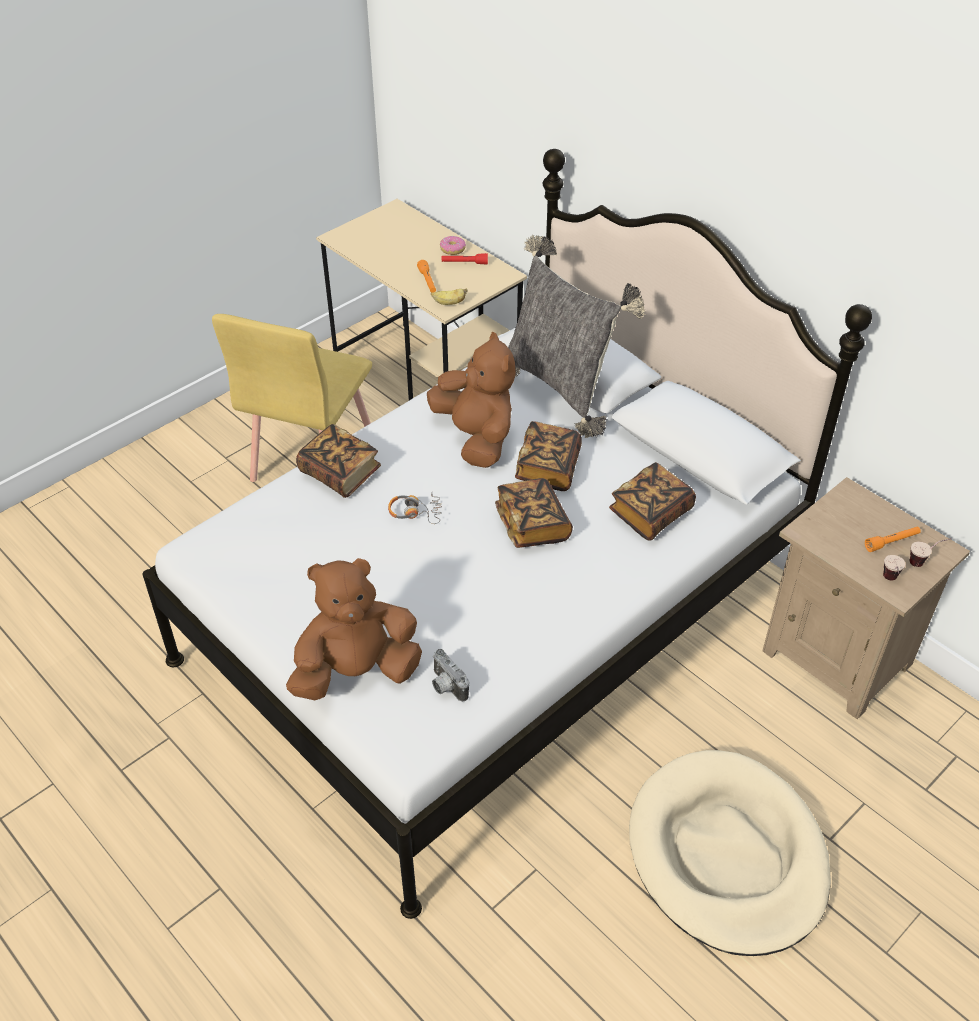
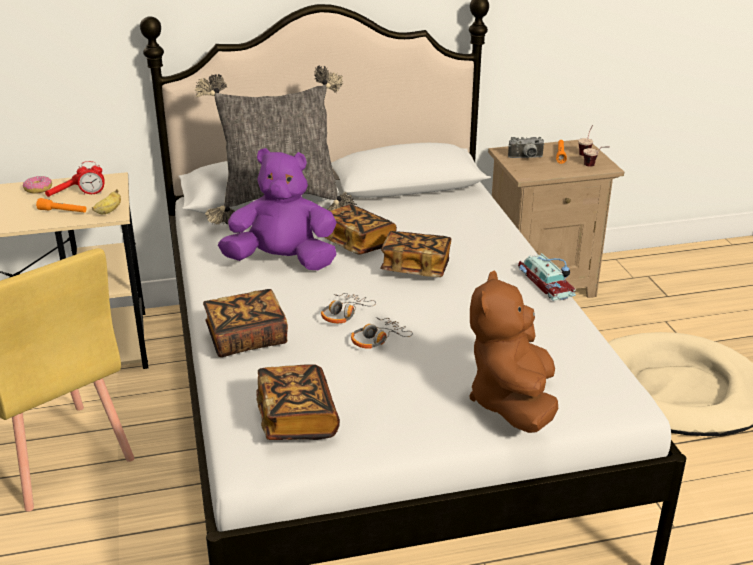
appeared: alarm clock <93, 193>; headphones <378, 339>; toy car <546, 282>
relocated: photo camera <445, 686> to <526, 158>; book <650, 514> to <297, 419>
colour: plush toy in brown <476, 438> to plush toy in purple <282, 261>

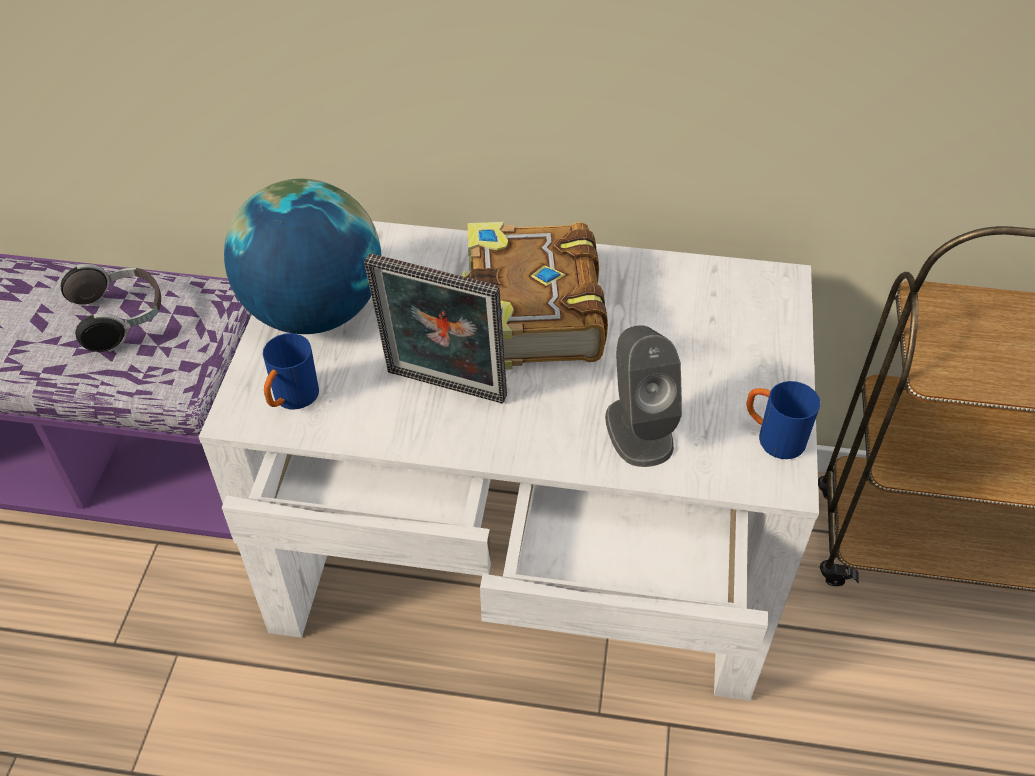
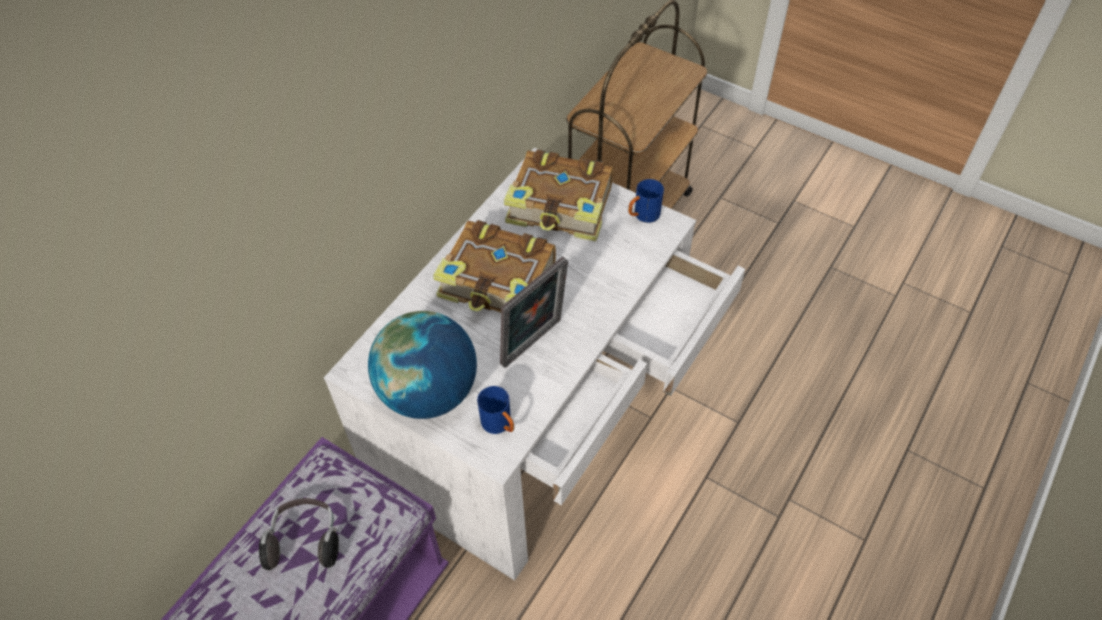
missing: speaker in grey <638, 430>
appeared: book <561, 207>

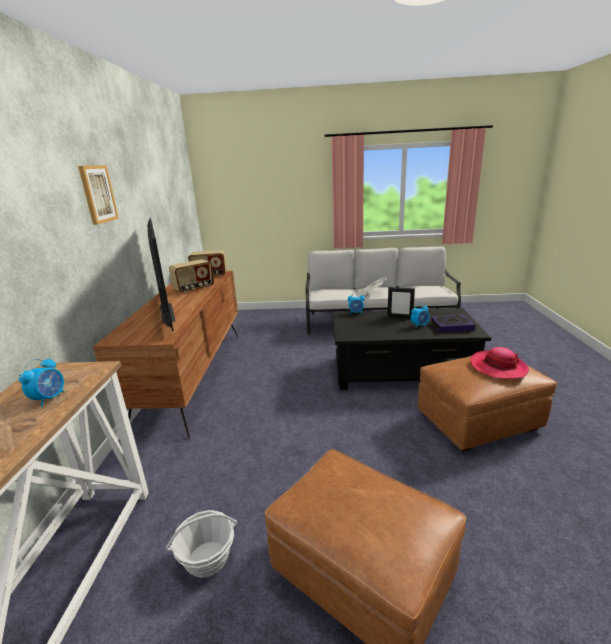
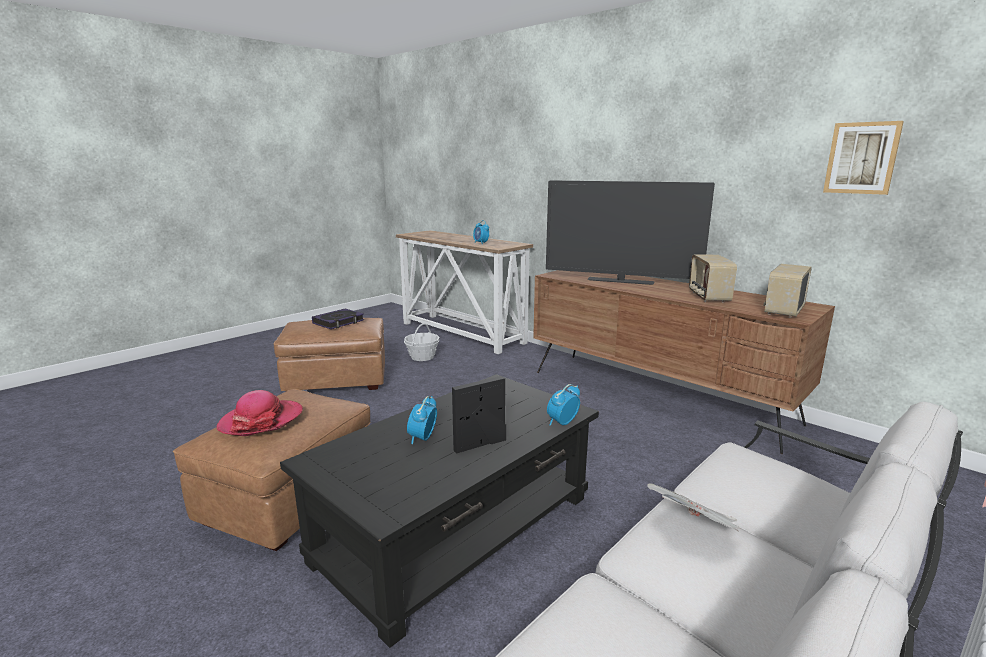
relocated: picture <98, 194> to <861, 158>; book <451, 326> to <338, 322>

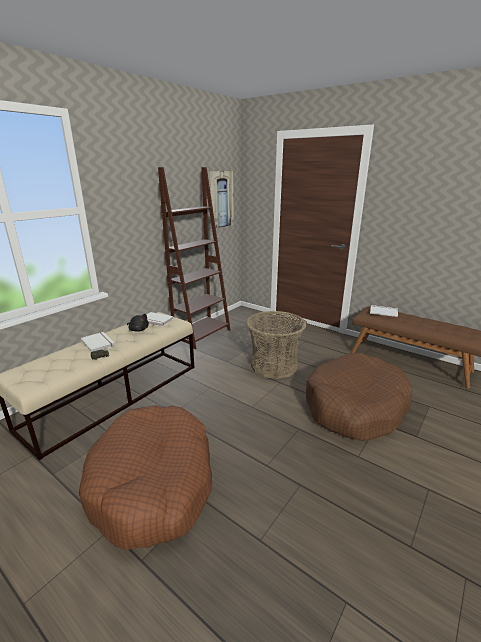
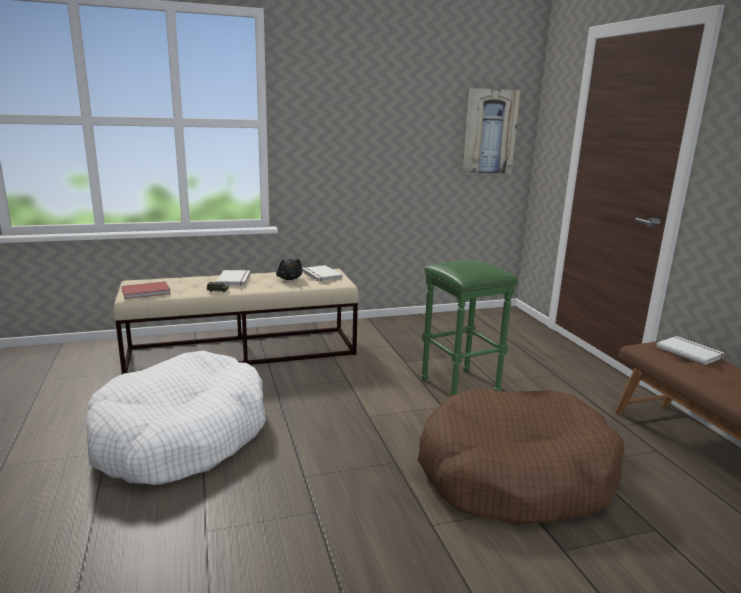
missing: bookcase in brown <202, 335>
appeared: book in red <146, 292>
exchanged: basket <274, 365> to stool in green <462, 386>
colour: dog bed in brown <153, 483> to dog bed in white <181, 436>

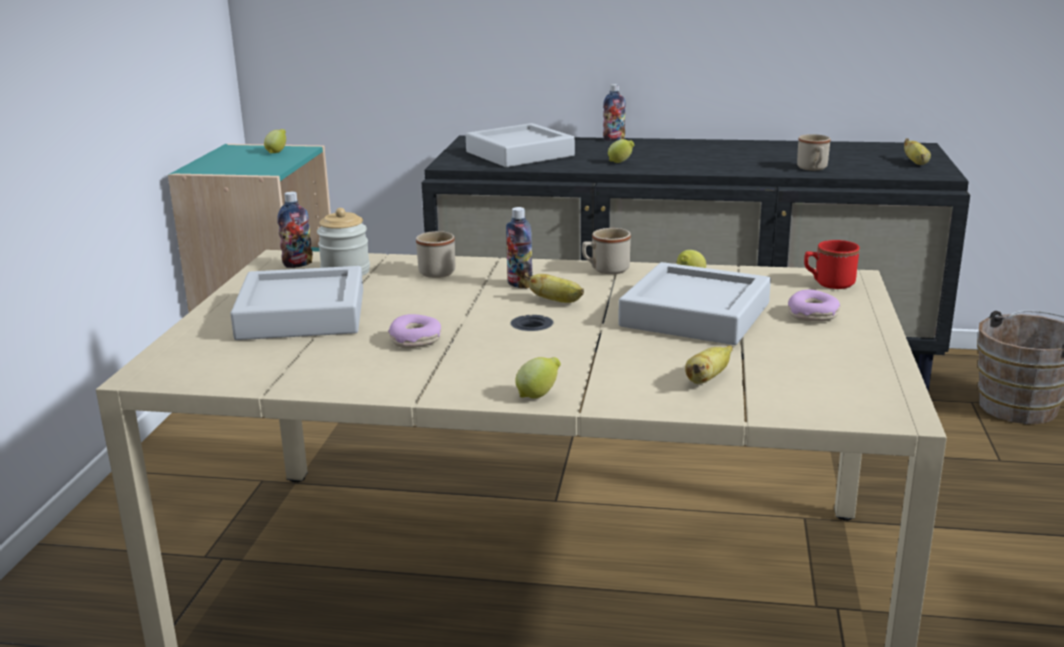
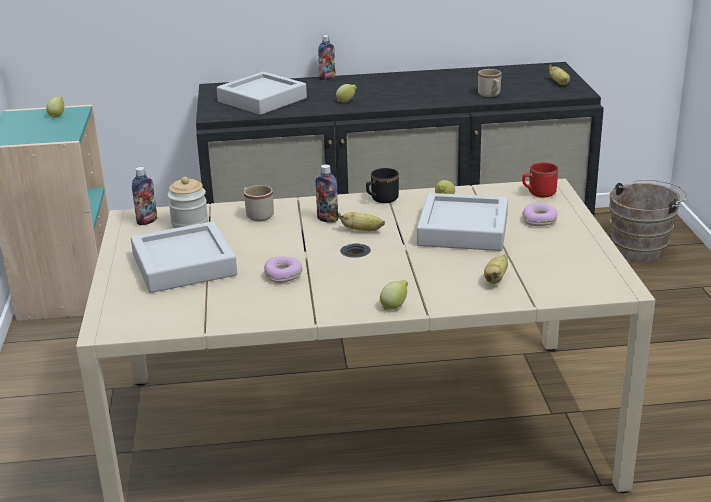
colour: mug in beige <605, 270> to mug in black <381, 199>

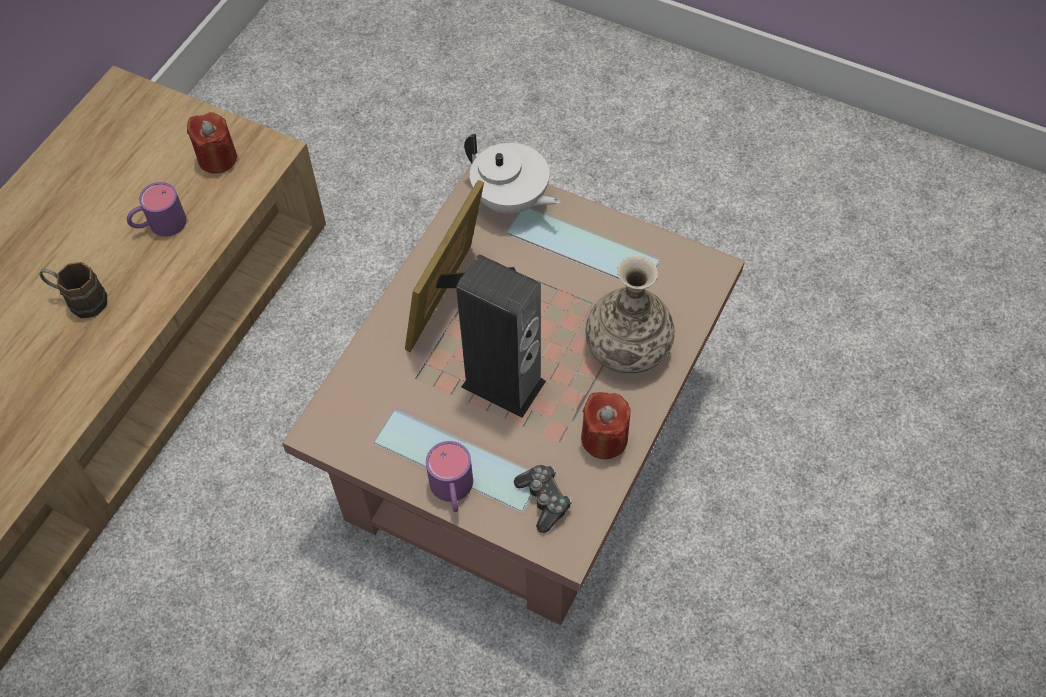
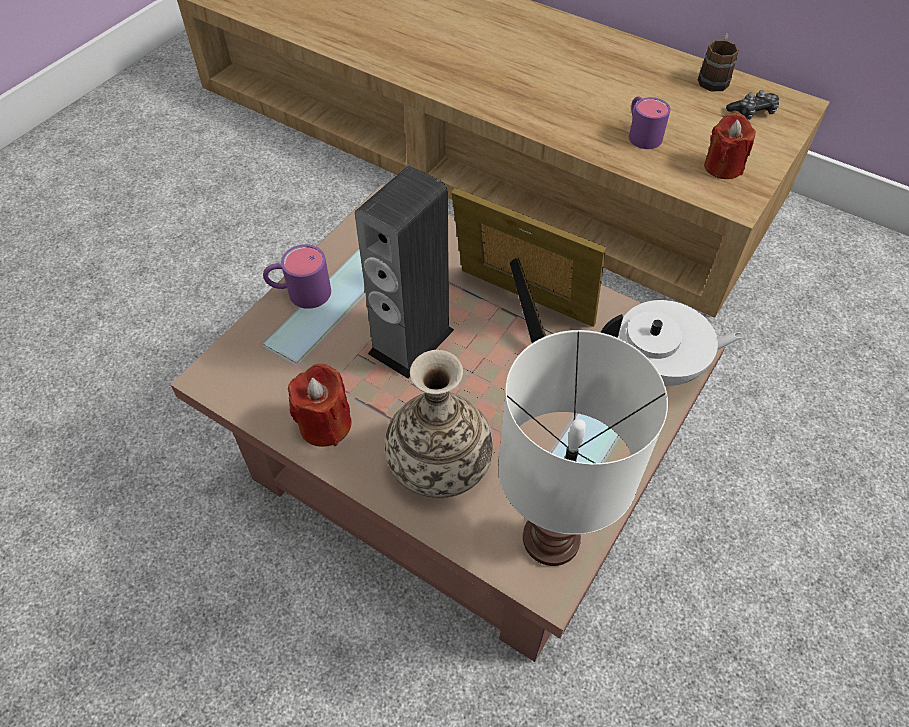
appeared: table lamp in white <548, 538>
relocated: mug in brown <79, 300> to <714, 78>; game controller <544, 500> to <752, 112>
spun: teapot in white <510, 200> = <659, 368> 135 degrees counterclockwise

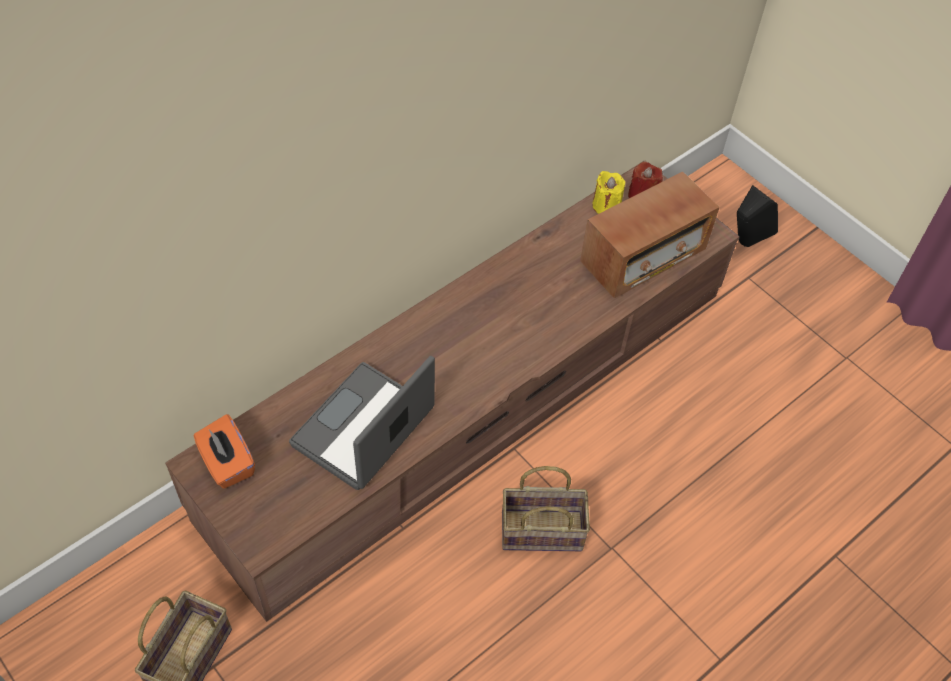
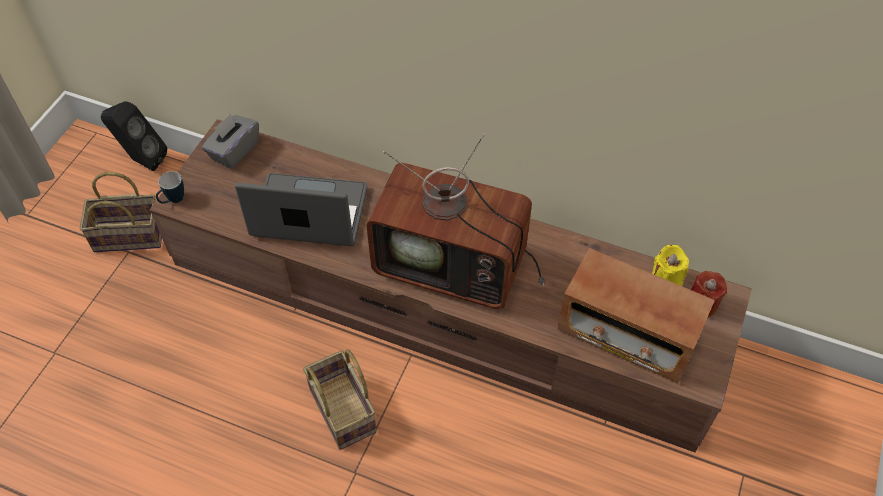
appeared: mug <173, 200>; television <455, 264>
relocated: speaker in black <745, 244> to <142, 160>
colour: tissue box in orange <227, 463> to tissue box in grey <234, 151>

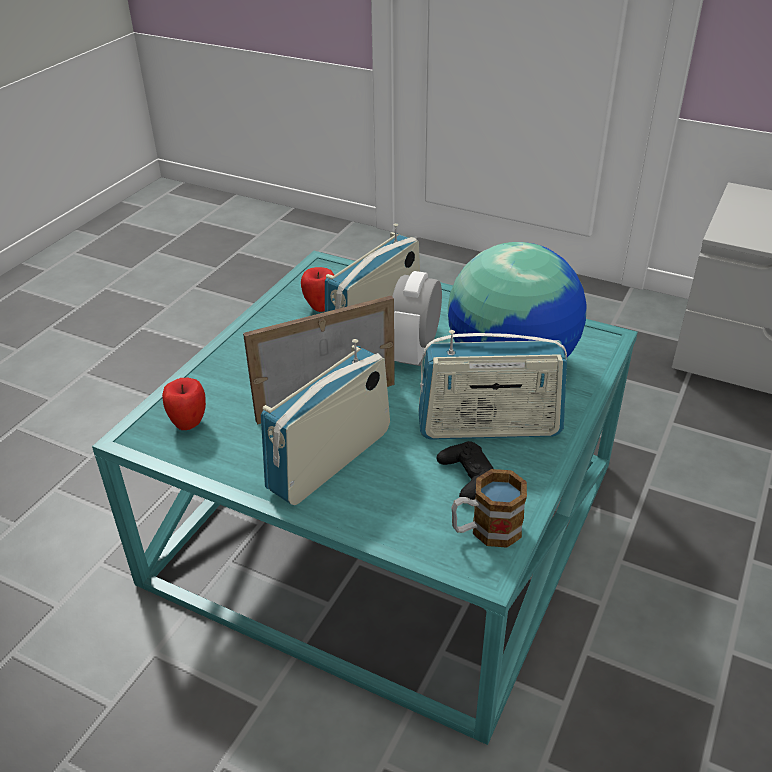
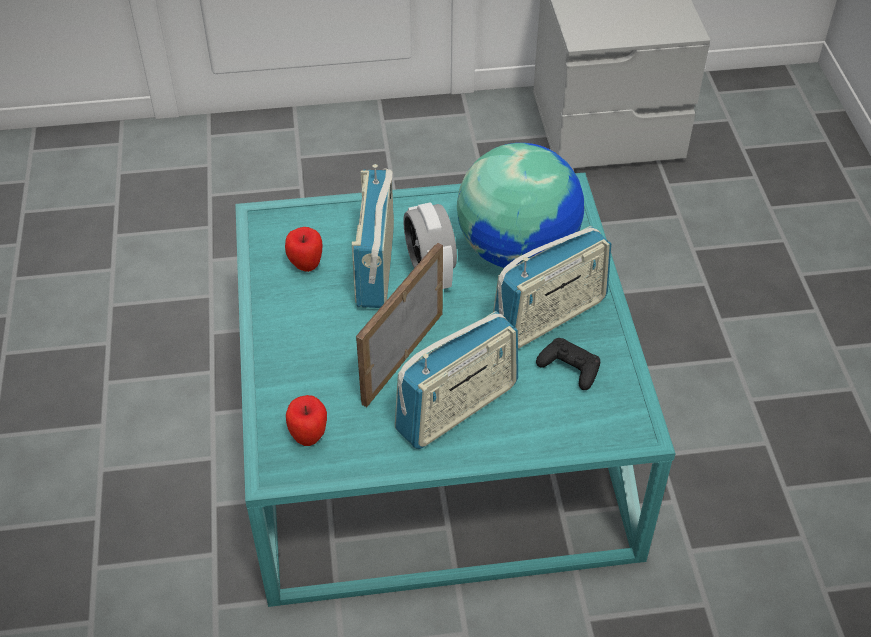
missing: mug <486, 530>
spun: radio <330, 460> = <457, 408> 135 degrees counterclockwise

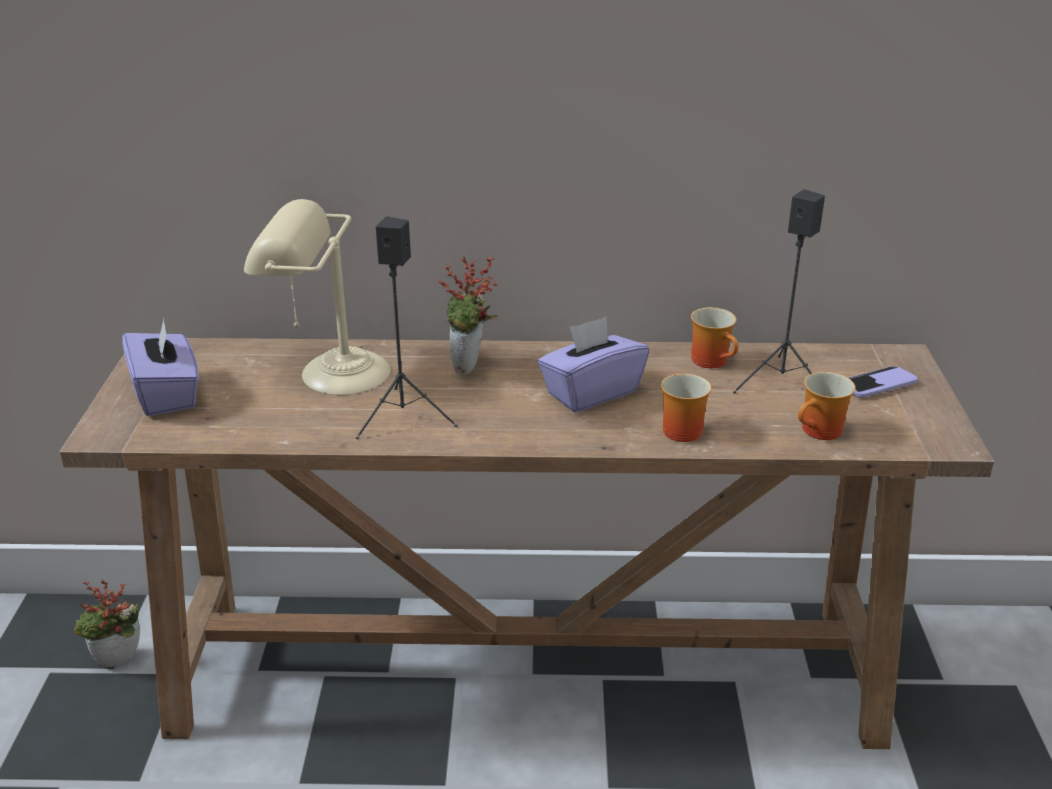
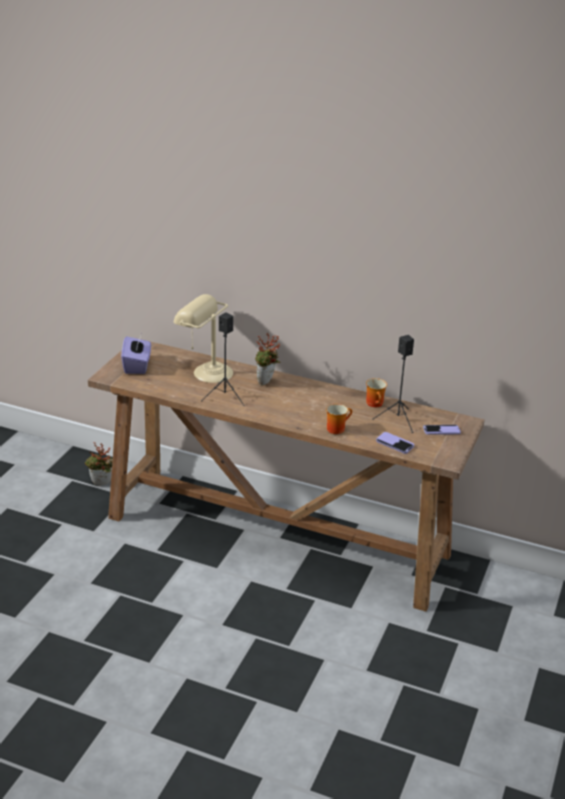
missing: tissue box in purple <591, 392>
exchanged: mug <821, 432> to phone <395, 444>

